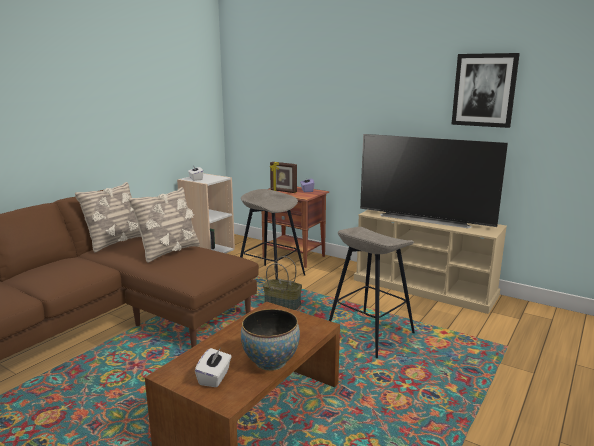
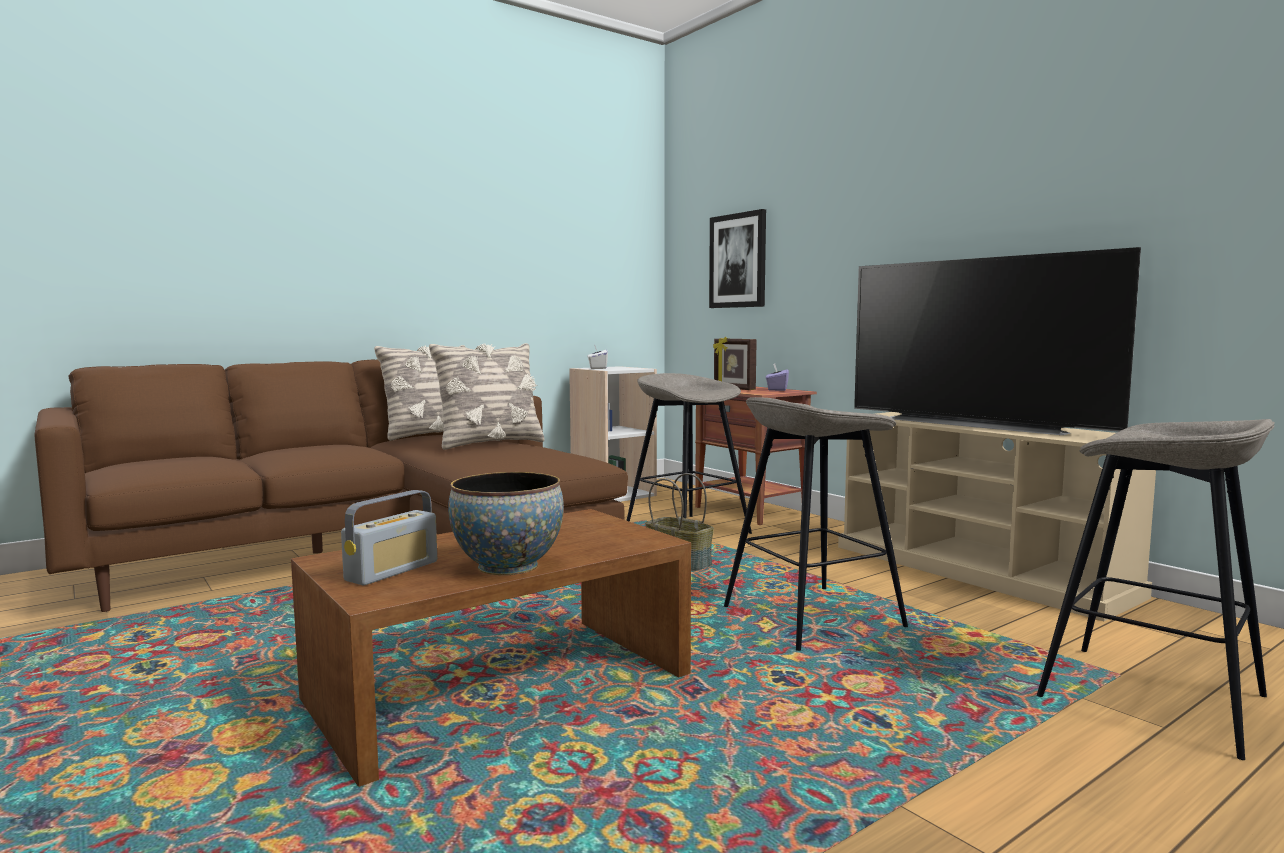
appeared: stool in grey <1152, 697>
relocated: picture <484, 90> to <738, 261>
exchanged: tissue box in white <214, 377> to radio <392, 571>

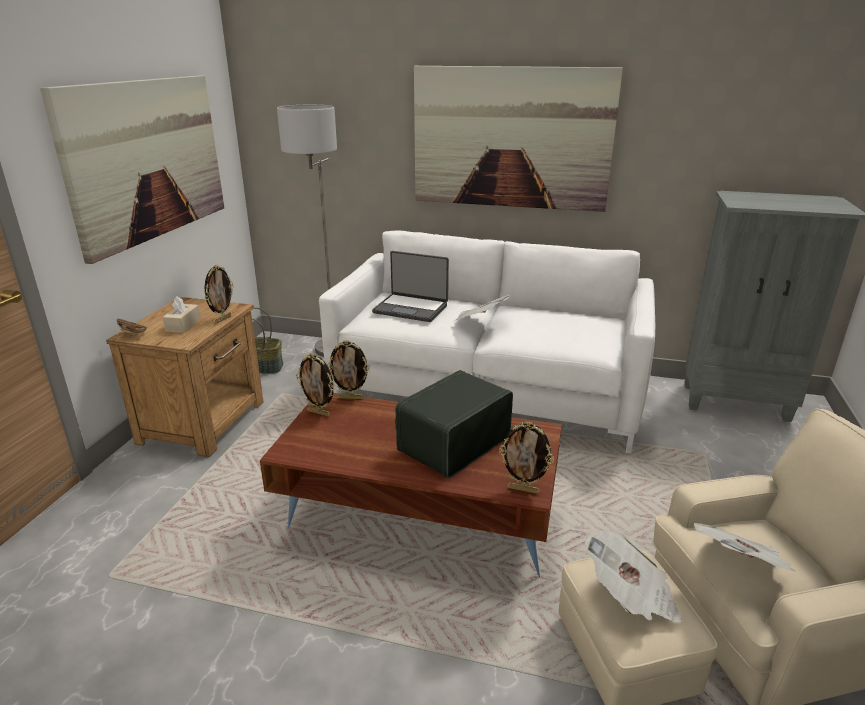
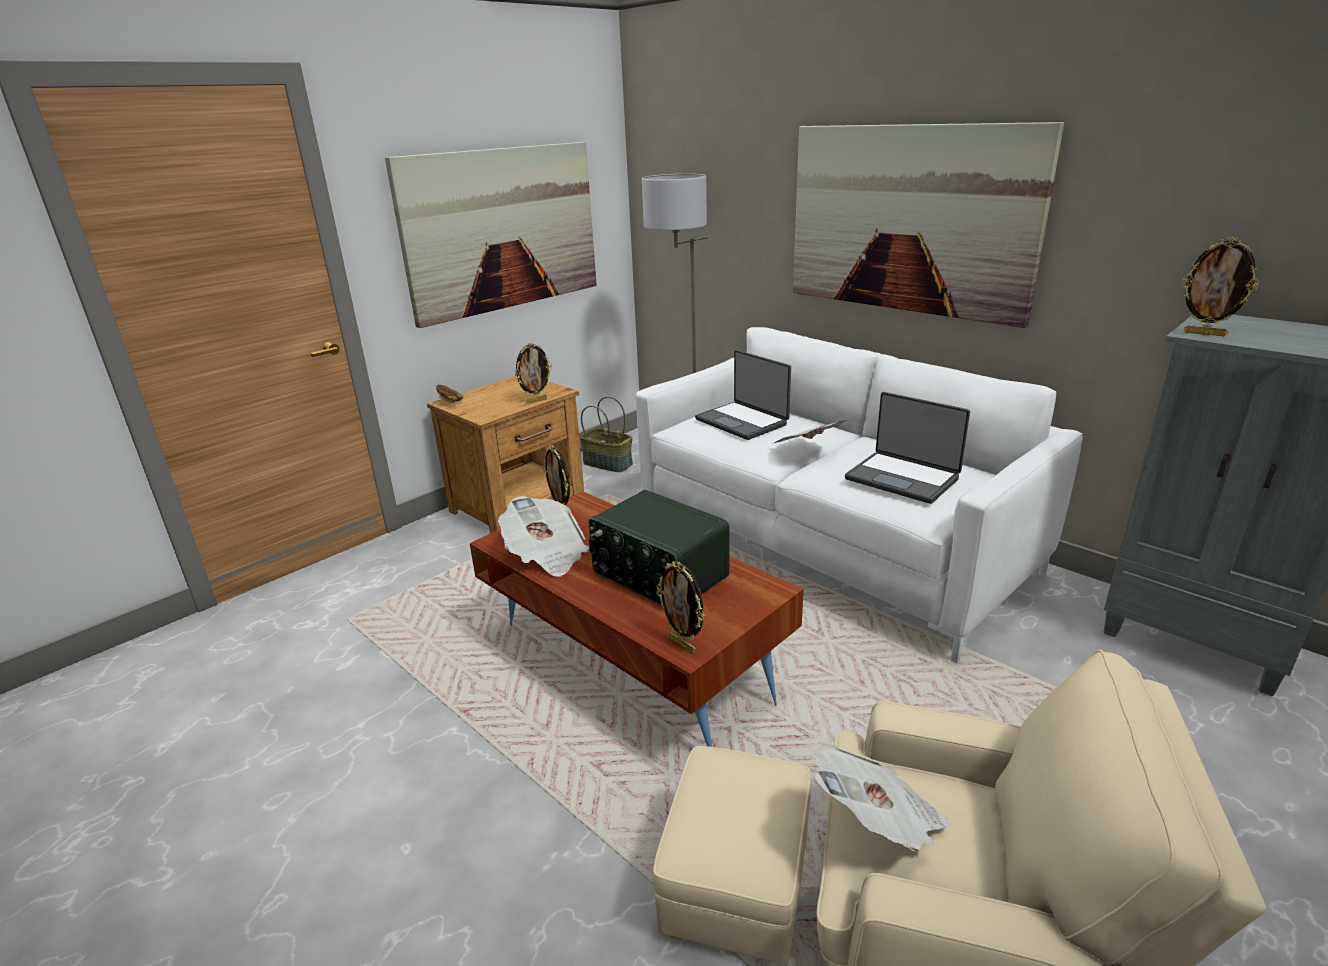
missing: tissue box in beige <183, 325>
appeared: laptop <903, 478>
relocated: picture frame <350, 398> to <1205, 333>; newspaper <630, 596> to <546, 555>
spun: radio <453, 443> = <658, 576> 120 degrees counterclockwise

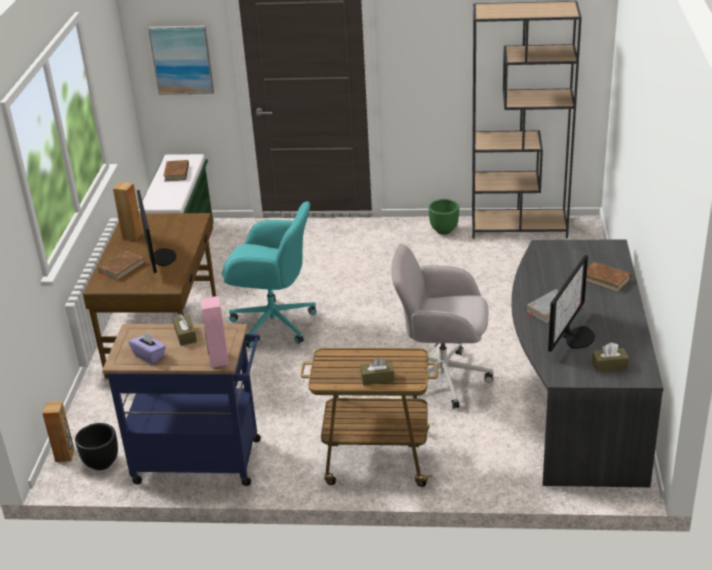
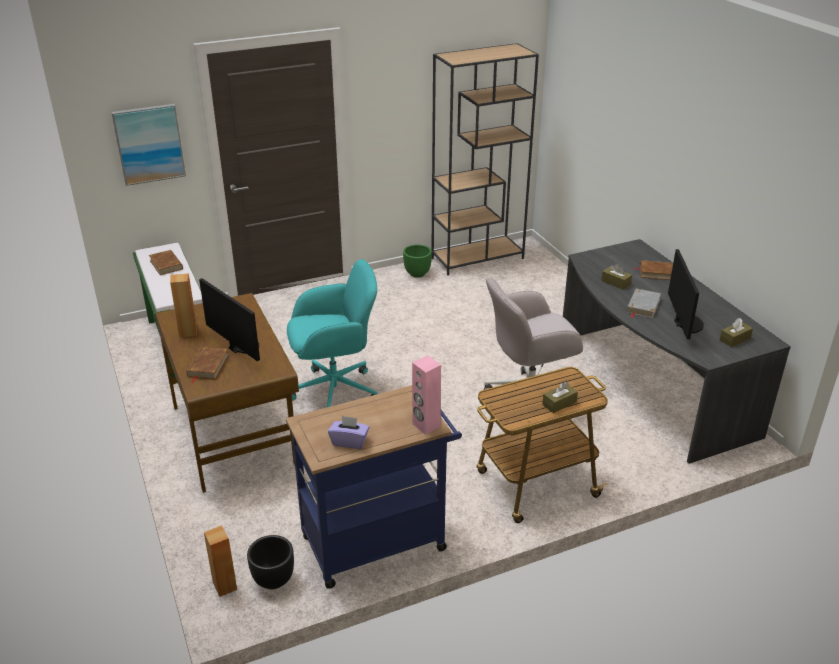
relocated: tissue box in brown <185, 335> to <615, 282>

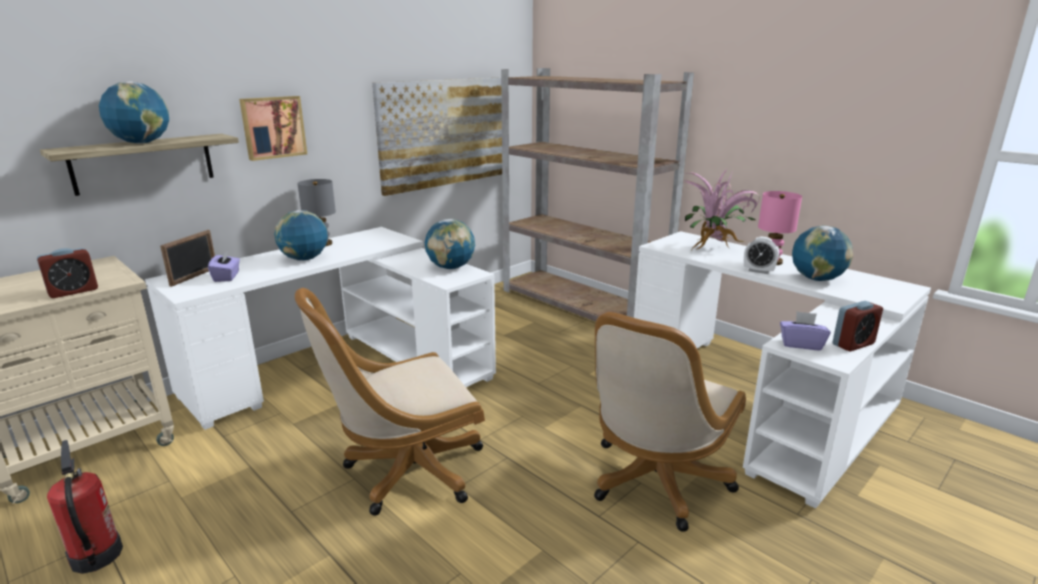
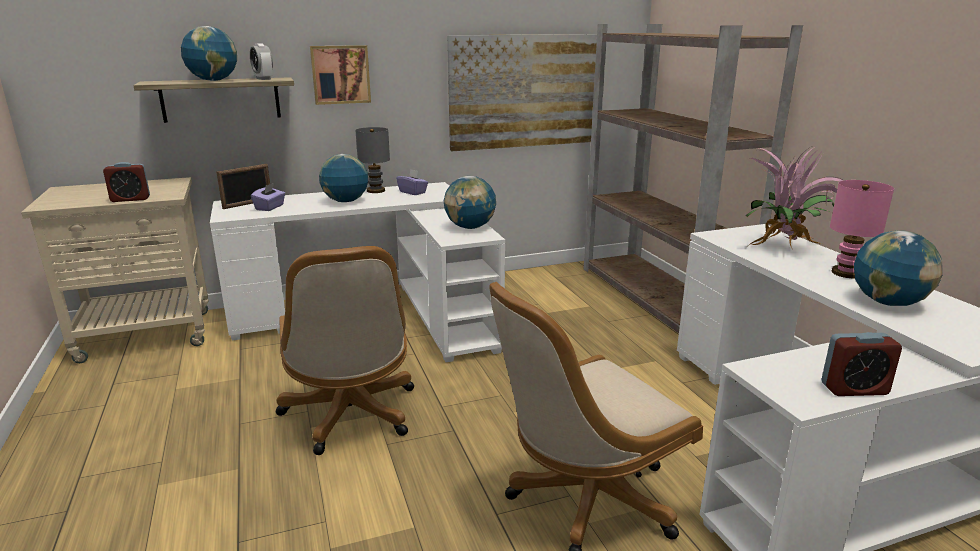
missing: fire extinguisher <96, 556>
relocated: alarm clock <758, 271> to <263, 79>; tissue box in purple <801, 344> to <413, 192>
spun: office chair <405, 473> = <352, 418> 105 degrees counterclockwise

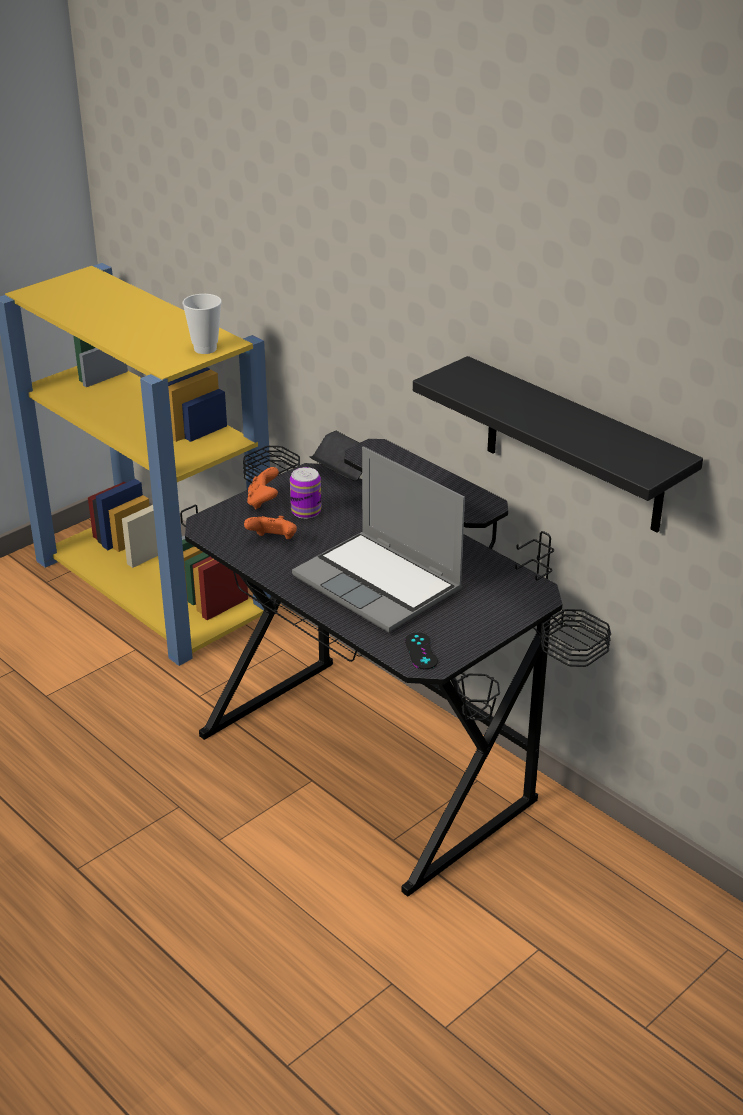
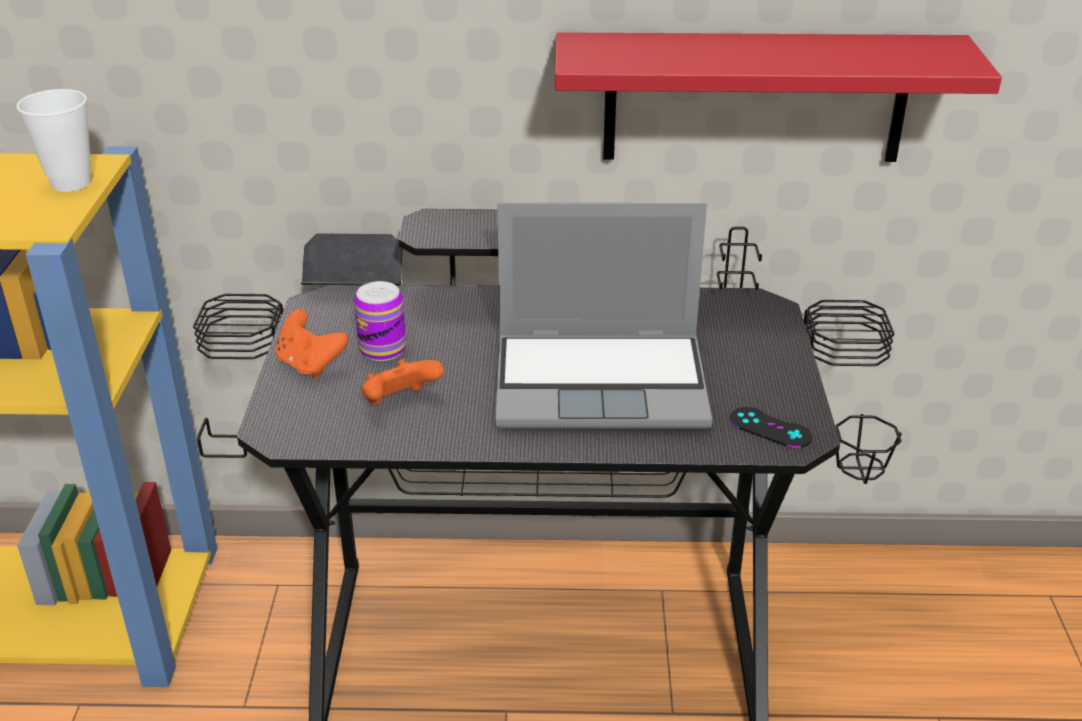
colour: shelf in black <574, 446> to shelf in red <755, 97>

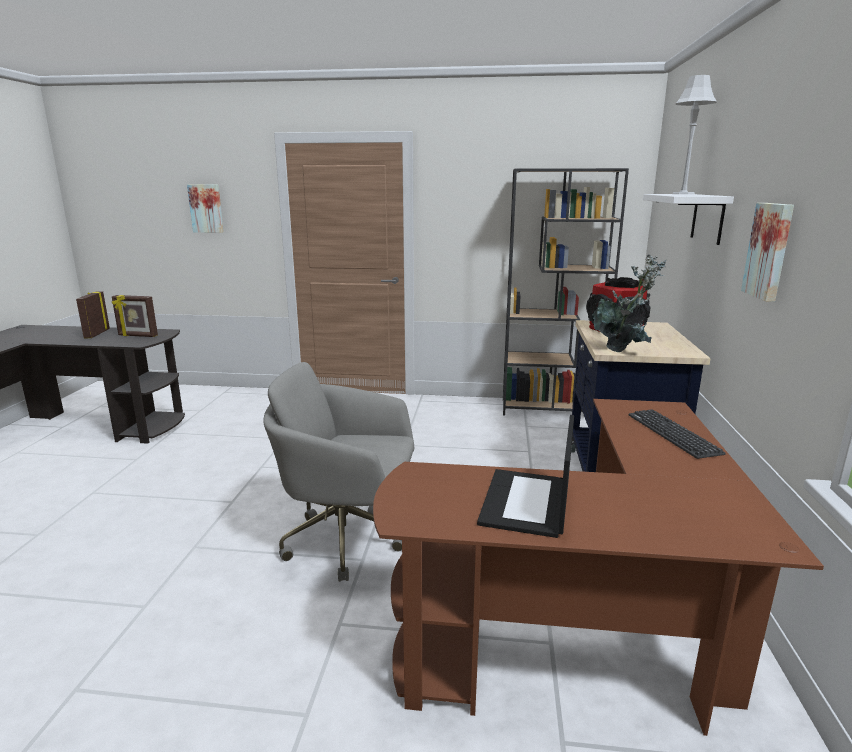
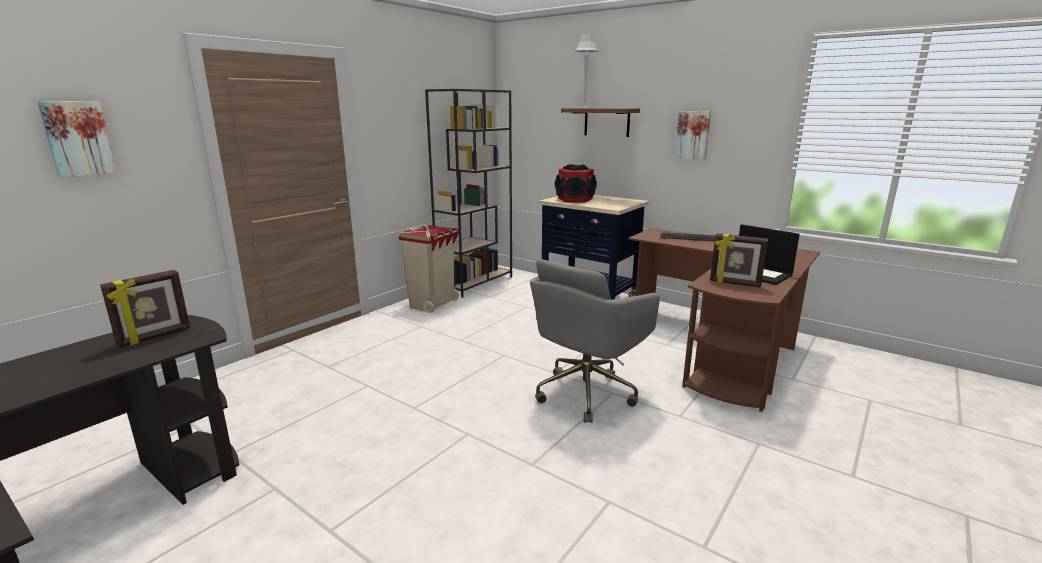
missing: potted plant <621, 349>
appeared: trash can in beige <433, 304>
relocated: picture frame <96, 334> to <735, 283>
colour: shelf in white <708, 218> to shelf in brown <606, 122>

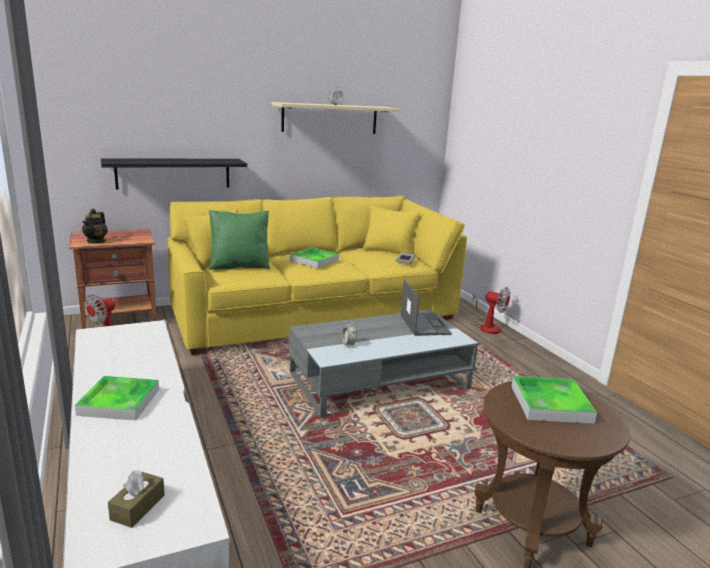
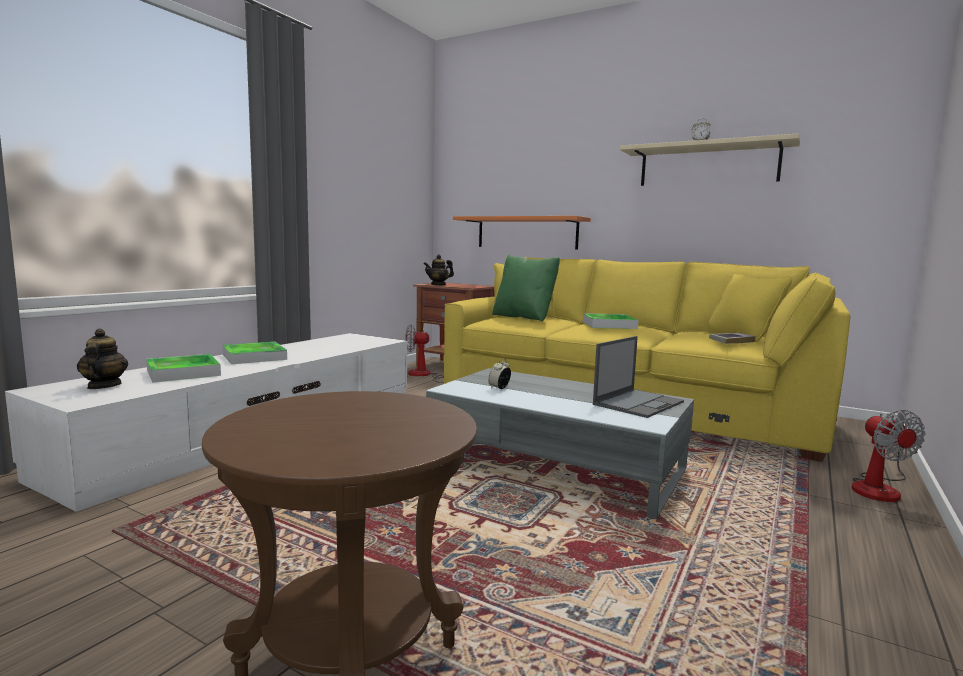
relocated: tray <550, 404> to <183, 372>
exchanged: tissue box in brown <138, 507> to teapot <103, 386>
colour: shelf in black <173, 173> to shelf in orange <526, 233>

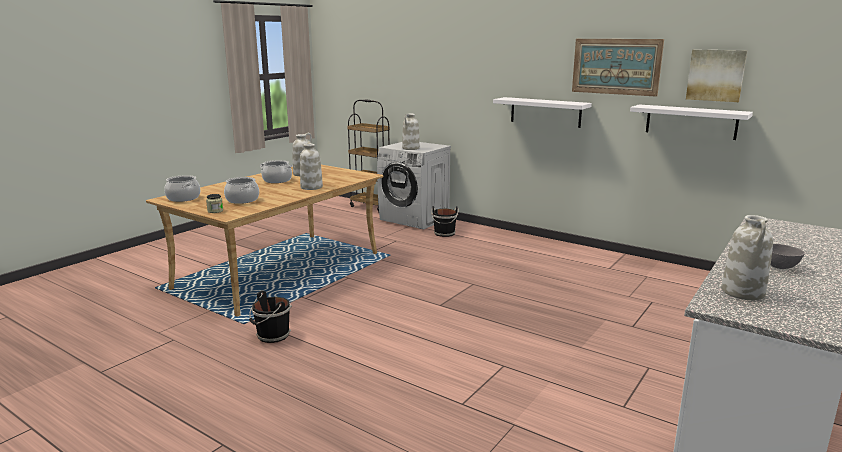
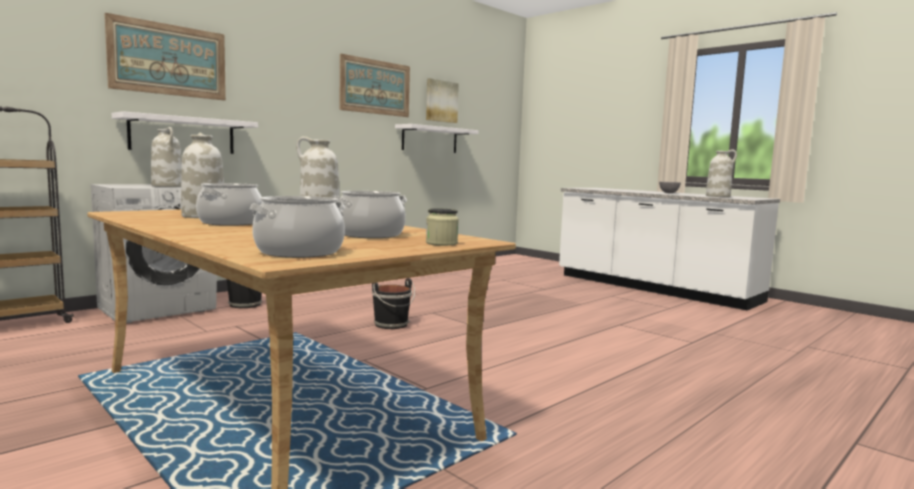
appeared: picture <169, 60>
relocated: bucket in black <272, 336> to <392, 325>; shelf in white <545, 112> to <183, 135>

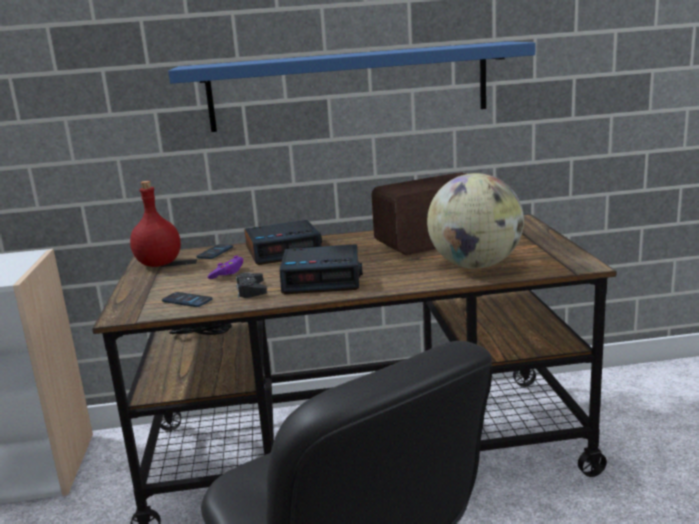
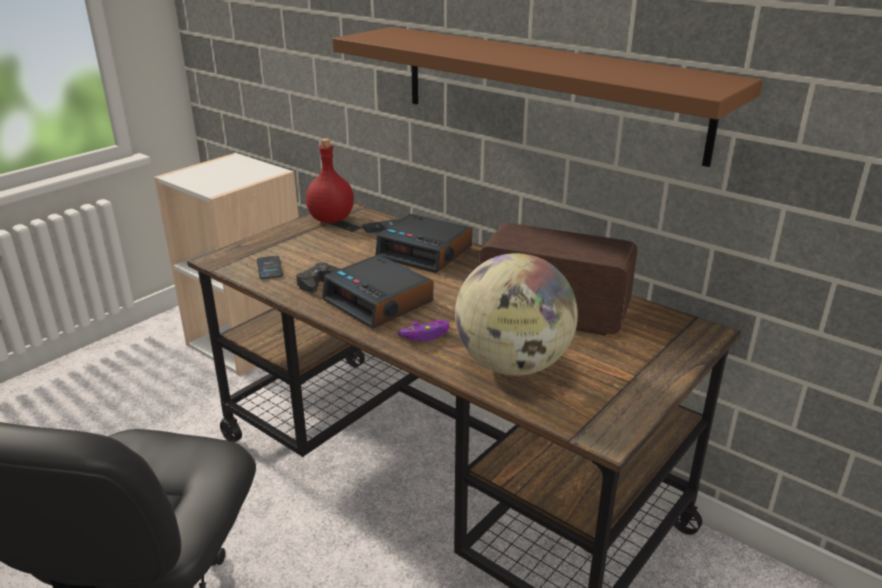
relocated: game controller in purple <227, 273> to <425, 336>
colour: shelf in blue <348, 87> to shelf in brown <545, 90>

